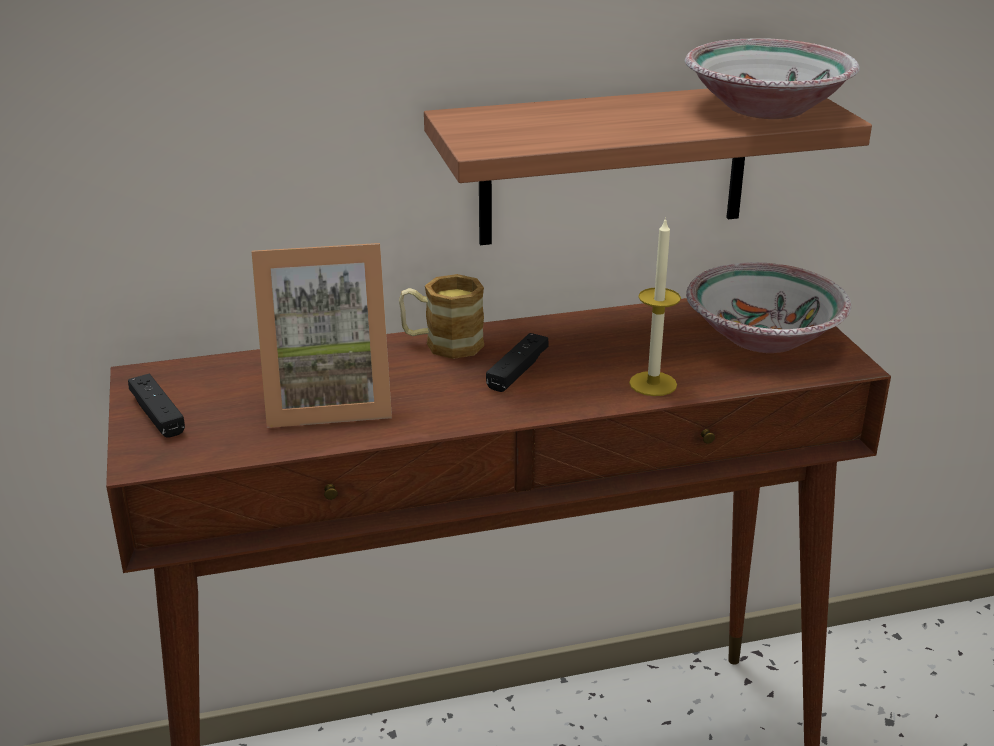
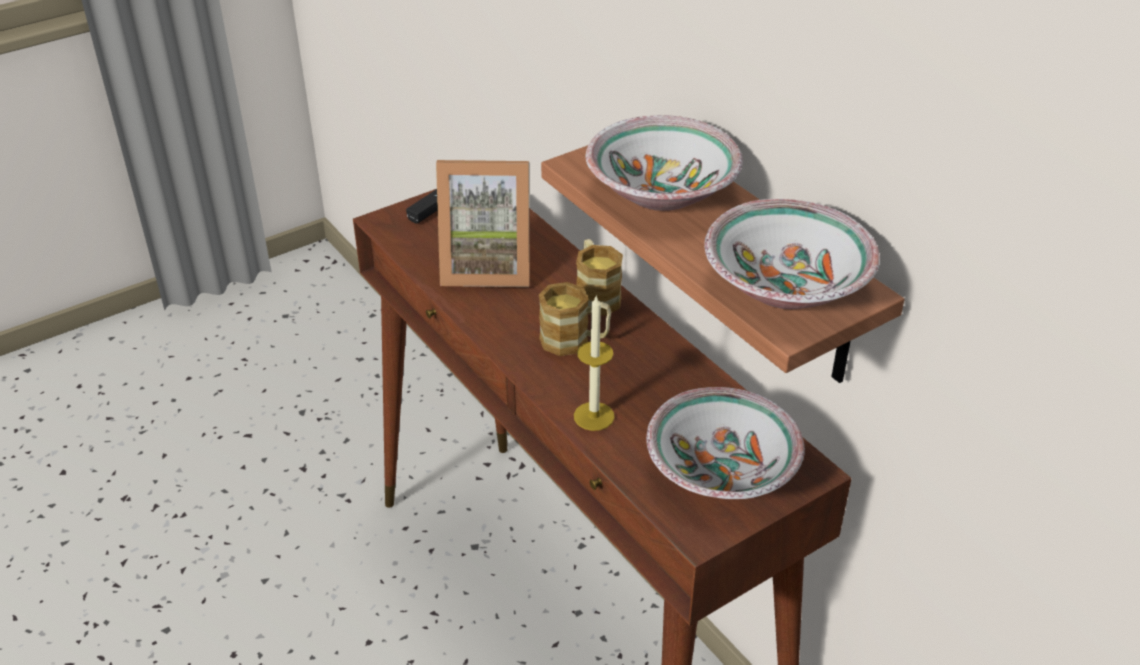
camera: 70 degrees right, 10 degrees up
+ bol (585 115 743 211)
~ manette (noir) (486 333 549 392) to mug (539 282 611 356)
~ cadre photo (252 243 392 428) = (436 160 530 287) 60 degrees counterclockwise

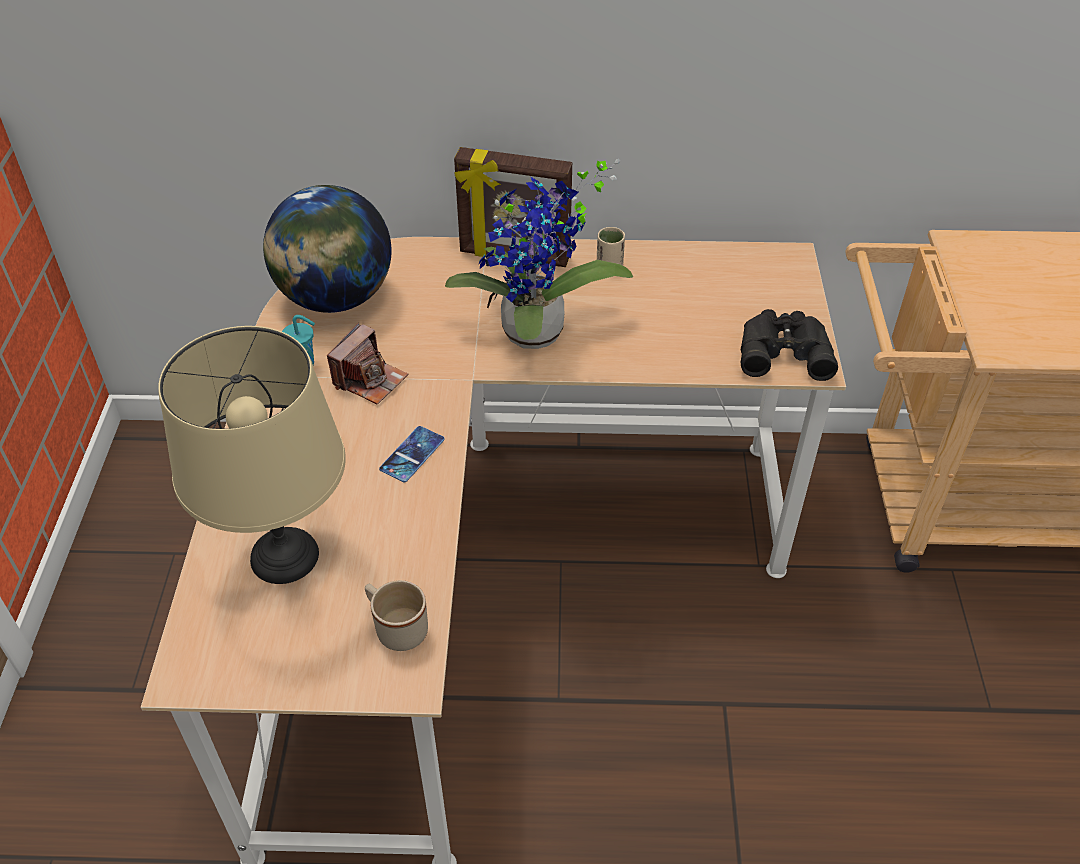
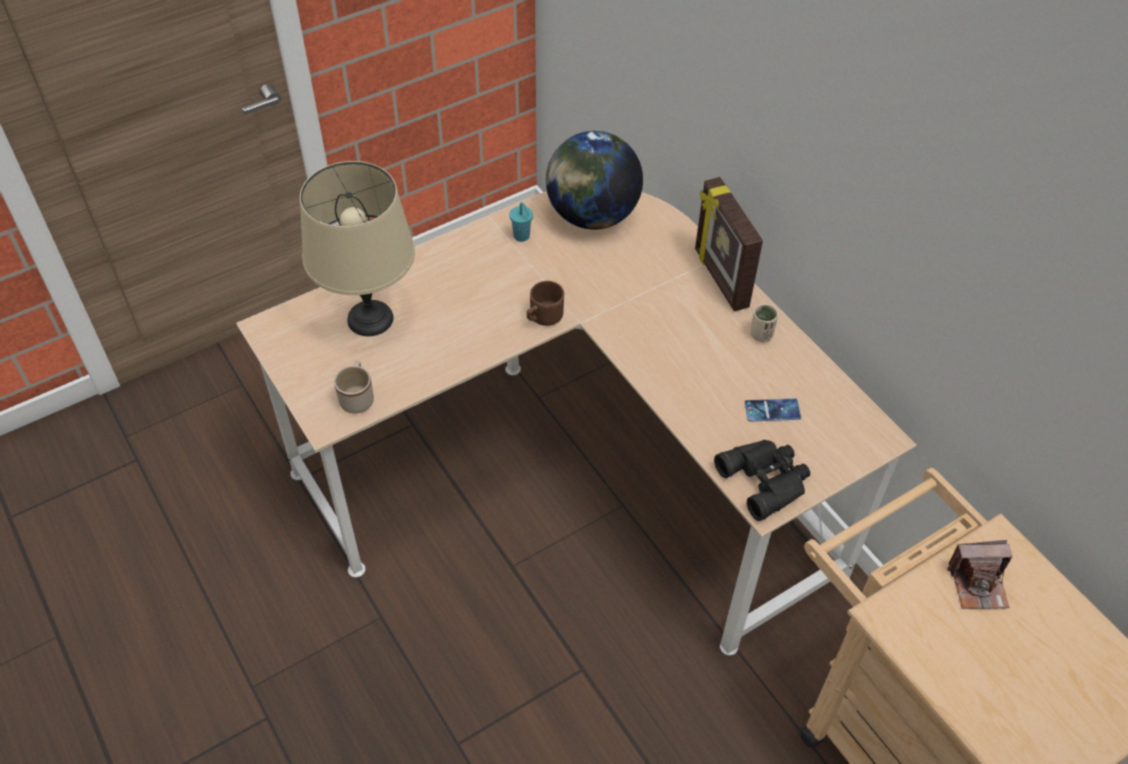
camera: 55 degrees right, 5 degrees up
- plante en pot (445 159 633 349)
+ mug (marron) (527 281 564 326)
~ appareil photo (327 323 408 405) to (947 540 1012 609)
~ téléphone (379 426 444 482) to (745 398 801 422)

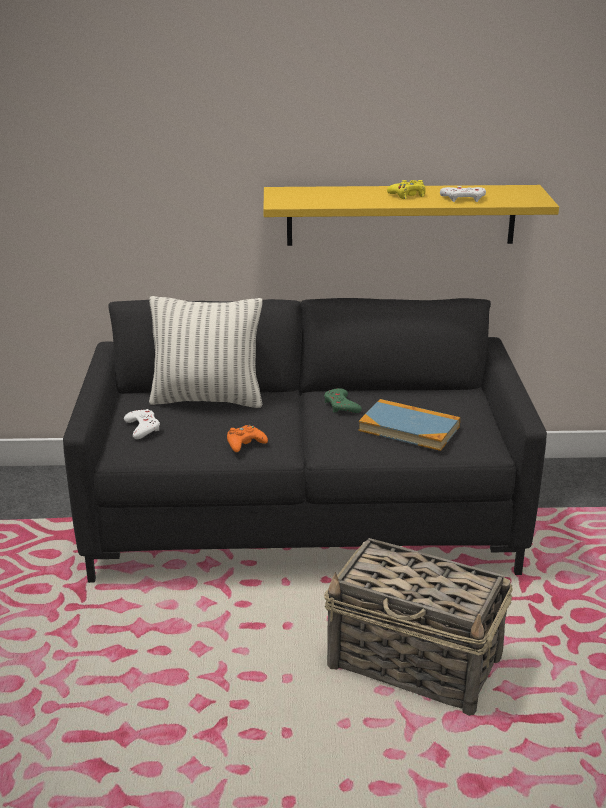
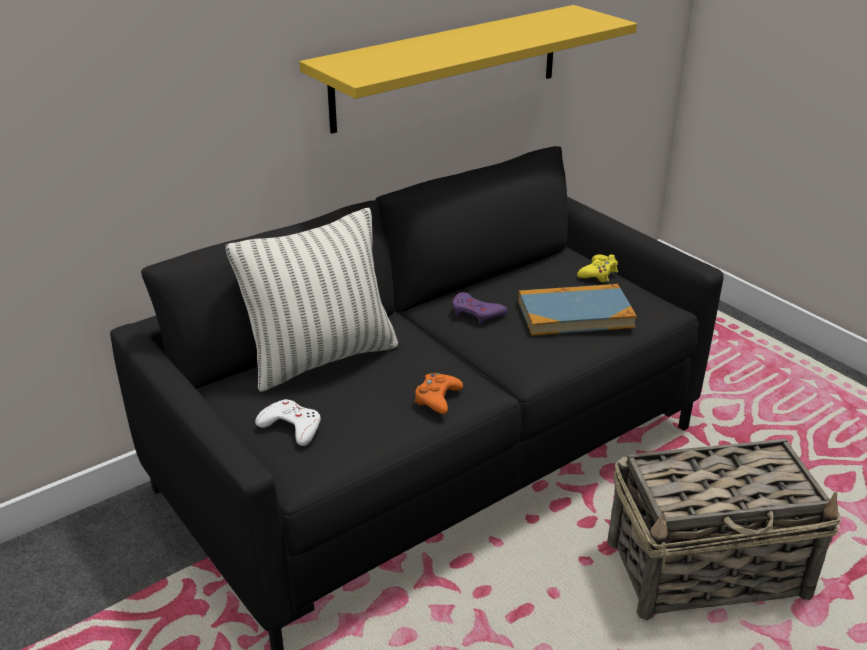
camera: 35 degrees left, 5 degrees up
- manette (blanc) (440 186 486 202)
~ manette (jaune) (387 180 426 199) to (577 255 618 282)
~ manette (vert) (324 388 362 413) to manette (violet) (452 292 507 324)

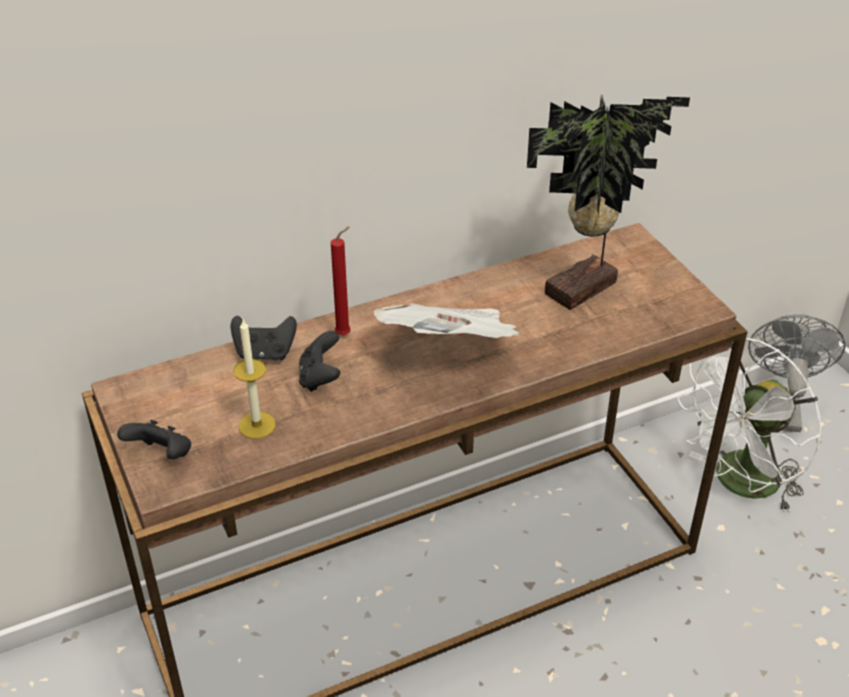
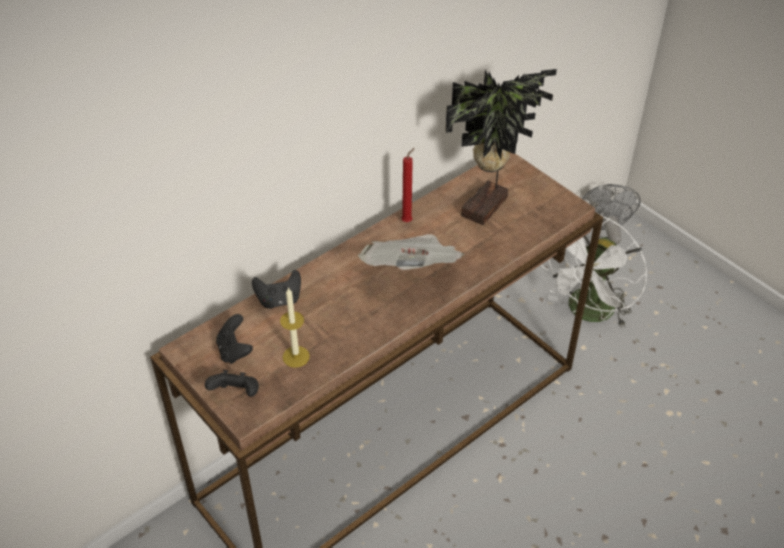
camera: 15 degrees left, 5 degrees up
~ manette (noir) (299 331 340 392) to (216 314 253 364)
~ bougie (rouge) (331 227 351 335) to (401 148 415 222)

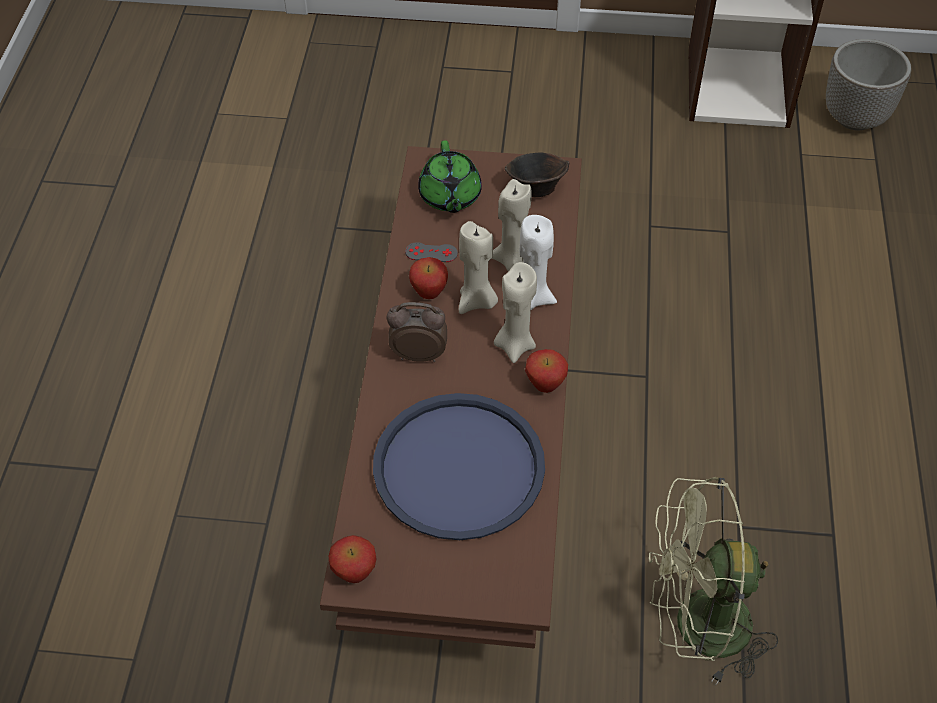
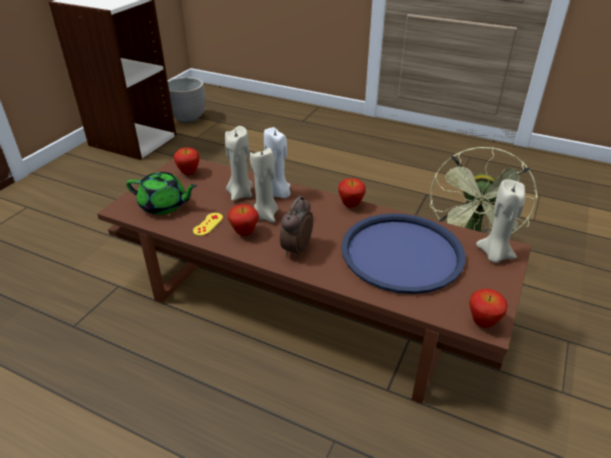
camera: 70 degrees left, 15 degrees down
~ bougie (beige) (494 262 537 363) to (476 179 525 263)
~ bol (marron) (505 153 569 197) to pomme (174 147 200 175)
~ manette (gris) (405 242 458 262) to manette (jaune) (193 213 223 236)

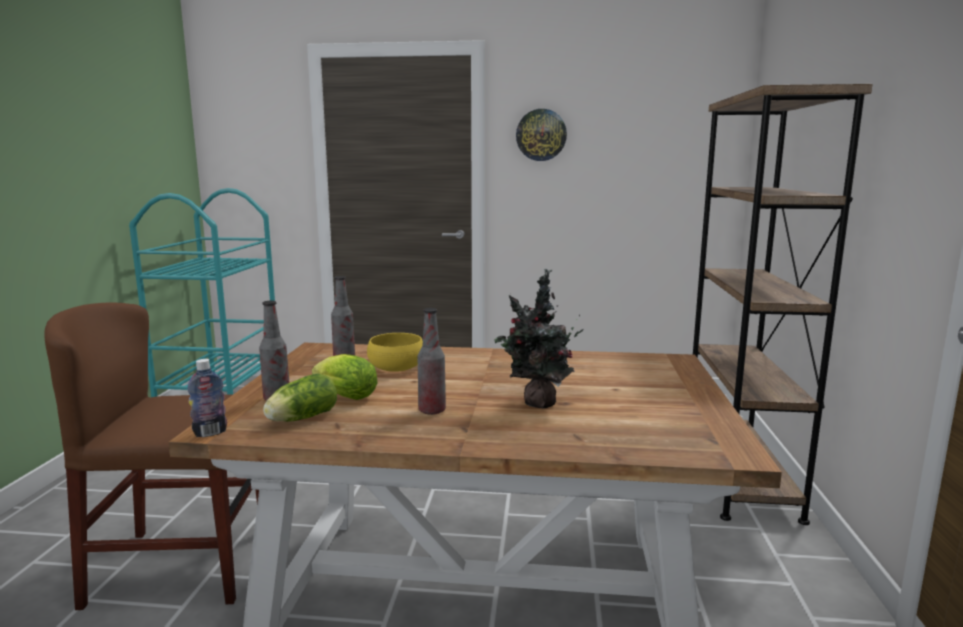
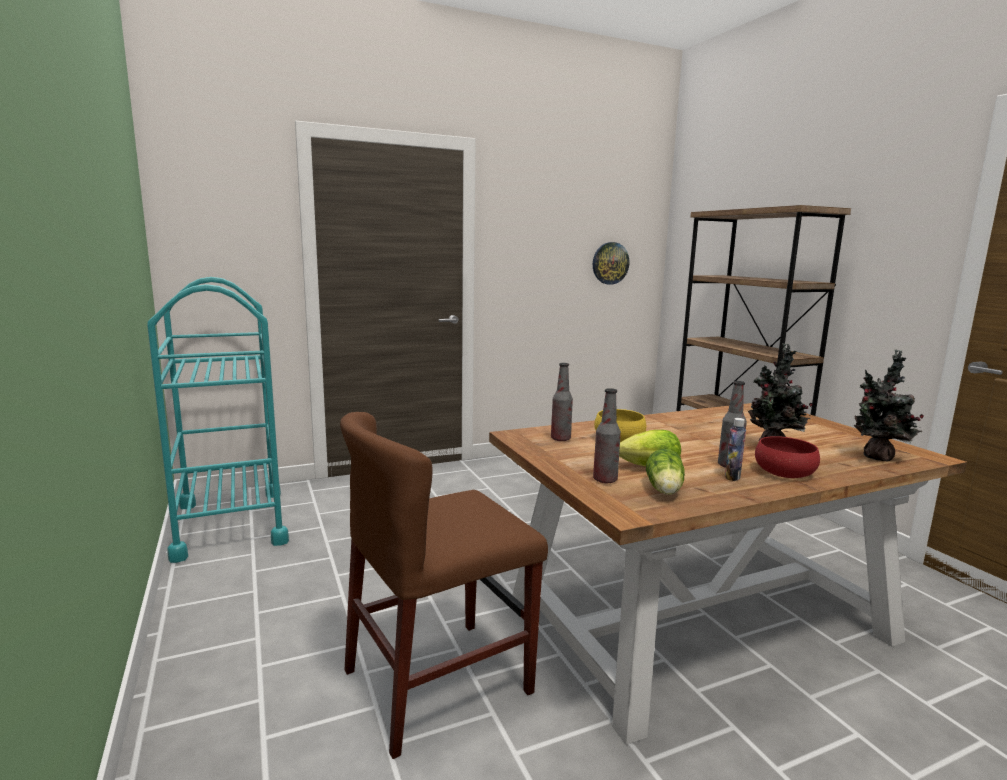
camera: 30 degrees left, 0 degrees up
+ bol (rouge) (755 436 820 478)
+ plante en pot (854 349 924 461)
~ bouteille (187 359 227 437) to (725 418 746 481)
~ horloge murale (516 109 567 161) to (593 242 629 285)

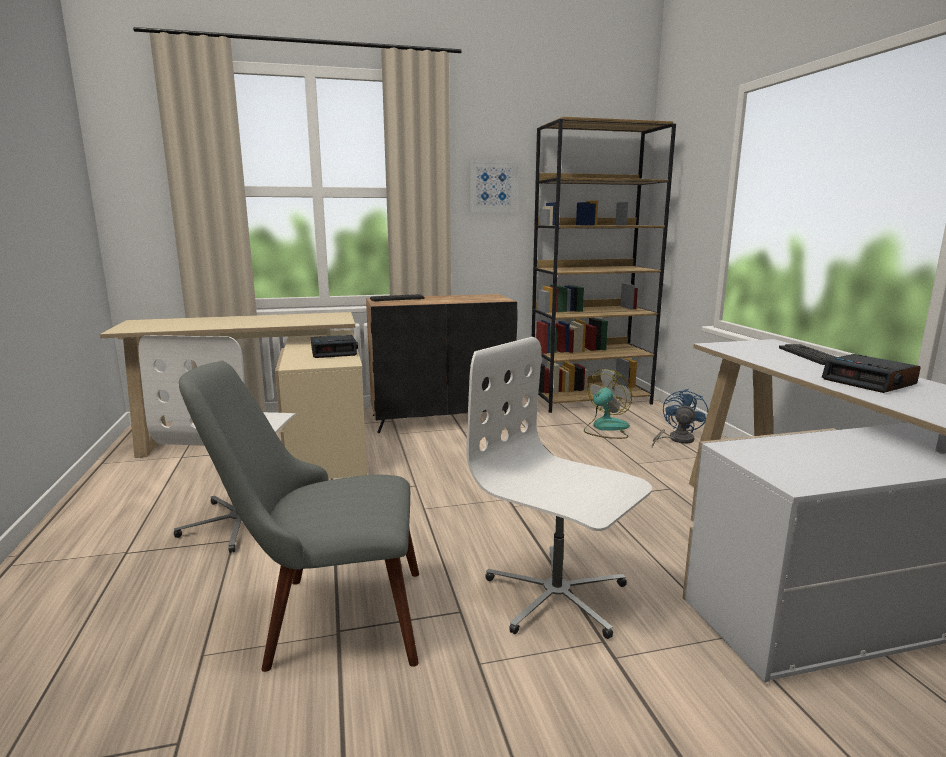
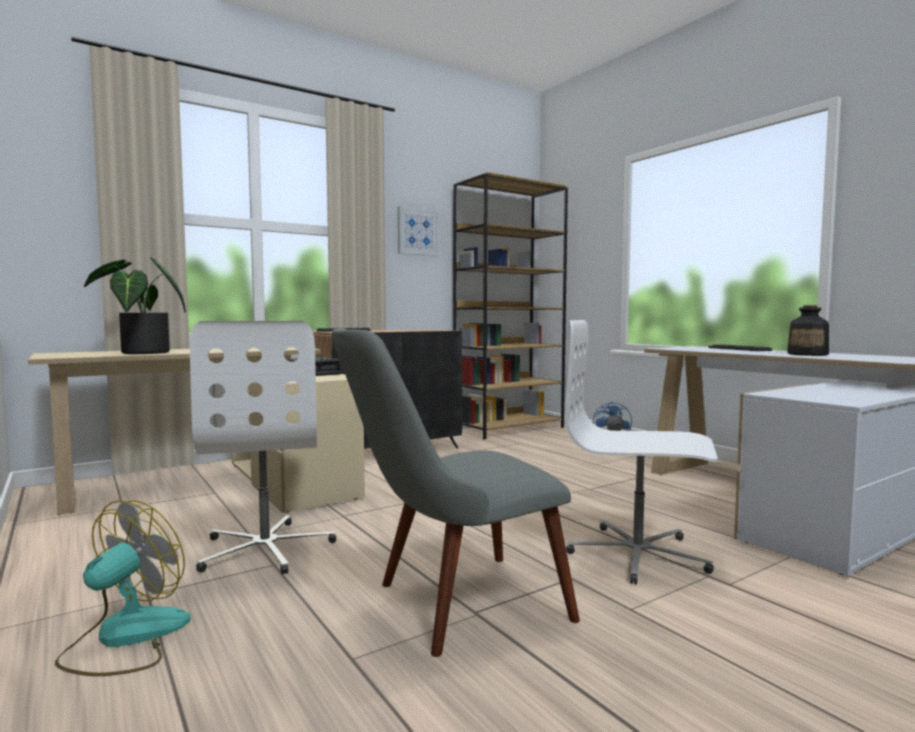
camera: 20 degrees left, 10 degrees down
+ plante en pot (84 257 186 354)
~ ventilateur (584 369 632 439) to (55 500 191 676)
~ réveil (822 354 921 393) to bouteille (787 305 829 356)

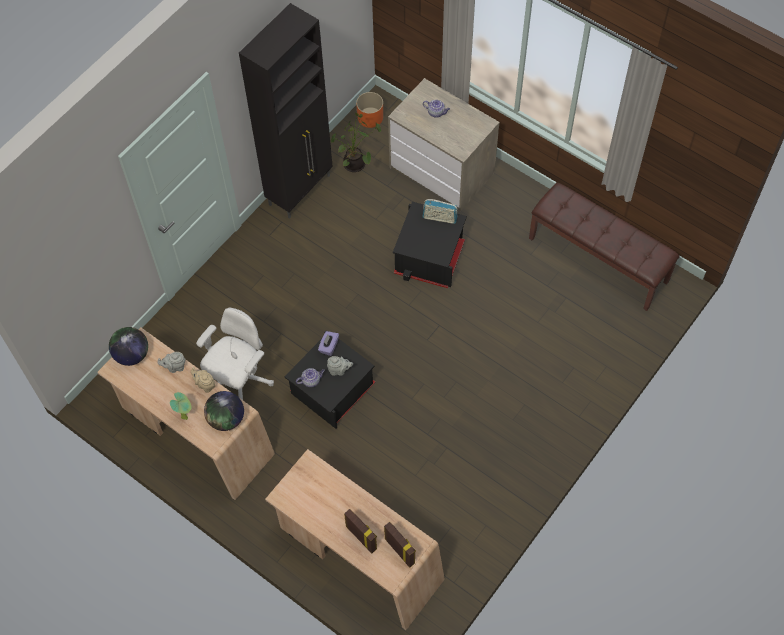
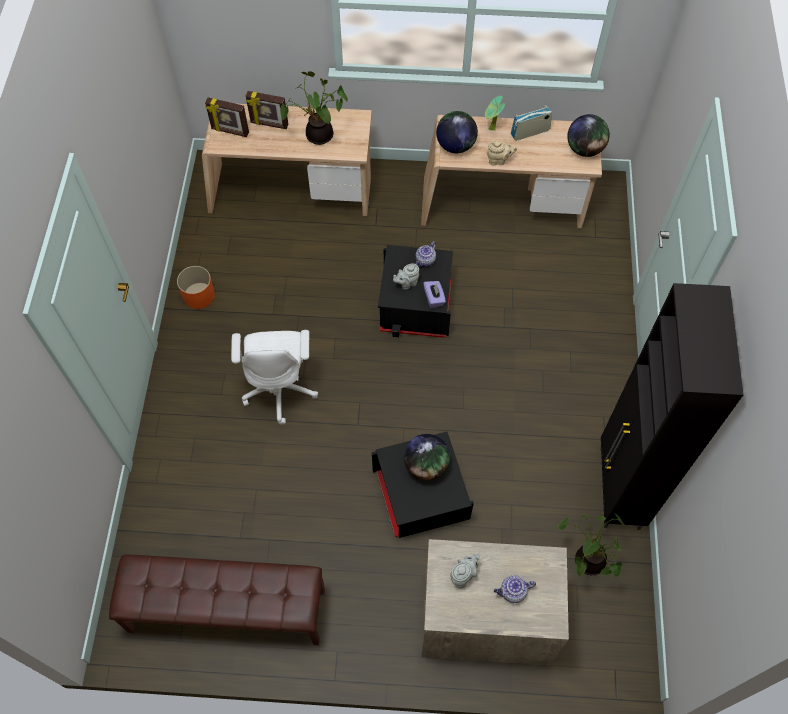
camera: 145 degrees right, 0 degrees up
+ plante en pot (280 71 348 145)
+ globe (404 434 450 481)
~ théière (gris) (157 352 186 373) to (450 554 480 589)
~ chaise de bureau (blanc) (196 308 274 400) to (231 330 319 425)
~ cache-pot (orange) (356 92 383 128) to (177 266 215 309)
~ radio (422 199 457 224) to (511 105 552 141)

